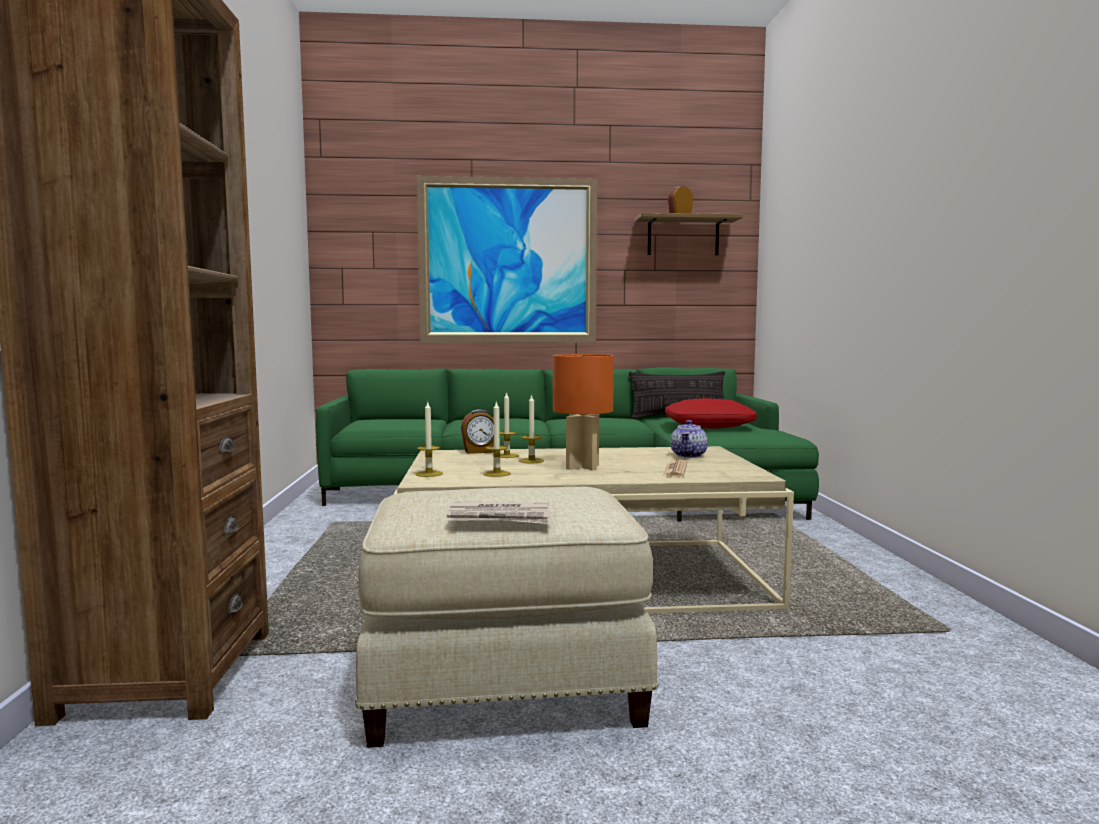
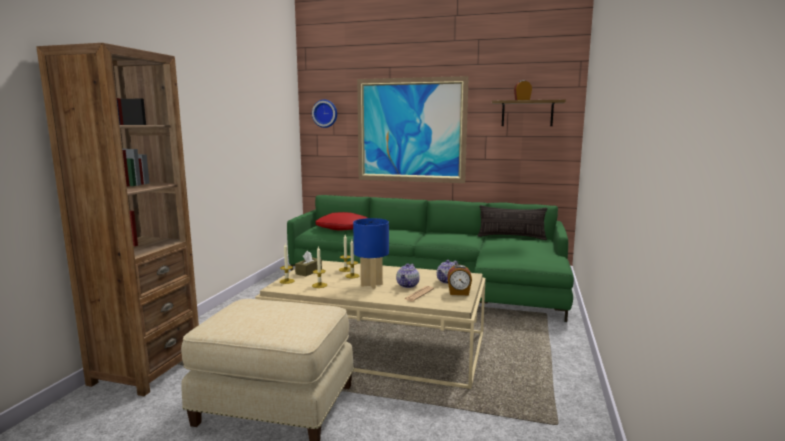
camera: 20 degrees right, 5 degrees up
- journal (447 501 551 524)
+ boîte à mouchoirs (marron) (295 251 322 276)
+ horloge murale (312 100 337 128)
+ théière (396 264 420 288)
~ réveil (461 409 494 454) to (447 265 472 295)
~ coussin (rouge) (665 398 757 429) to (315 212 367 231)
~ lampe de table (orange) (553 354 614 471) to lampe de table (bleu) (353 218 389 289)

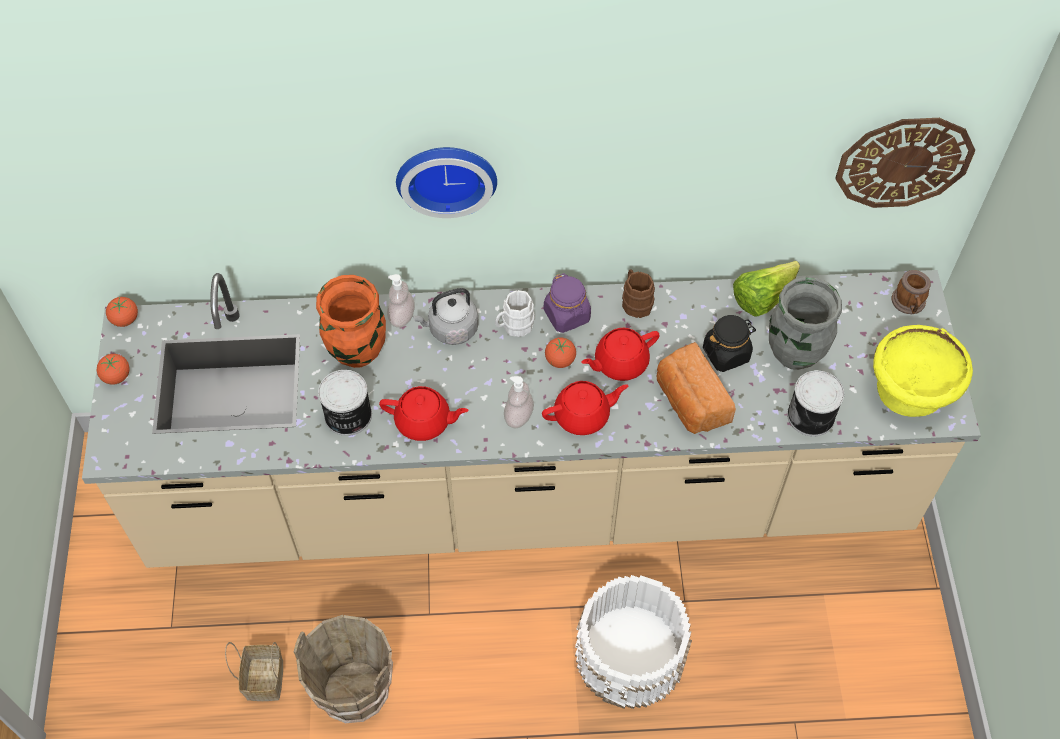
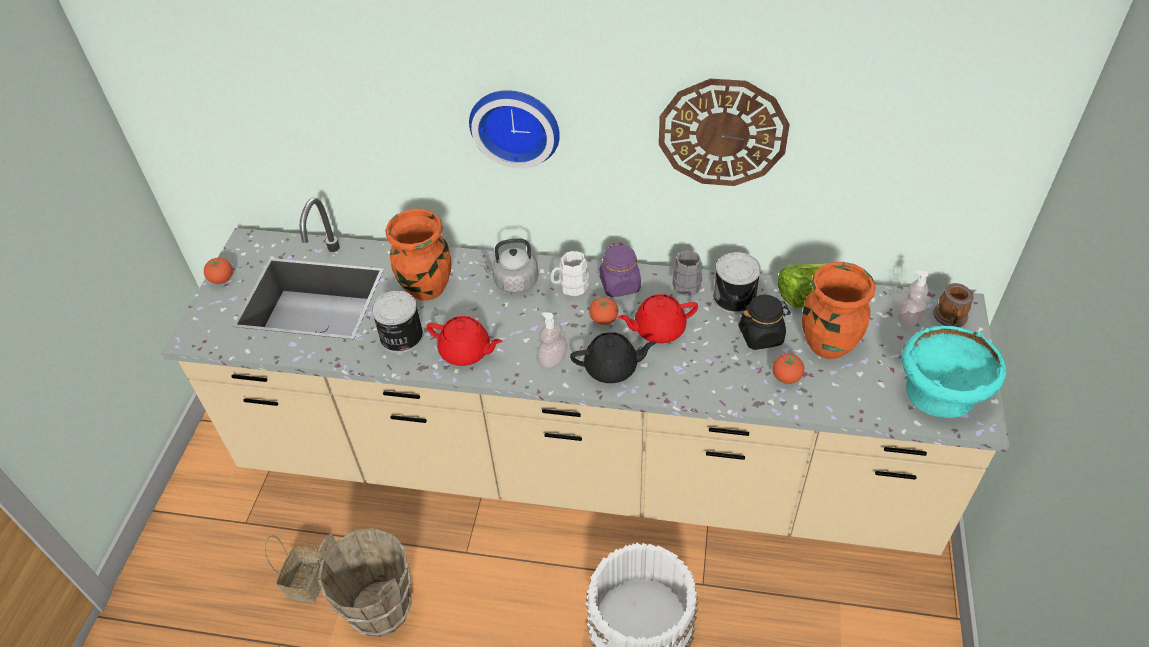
camera: 15 degrees right, 10 degrees down
- pain (657 342 736 434)
~ tomate (106 297 138 327) to (772 354 804 384)
~ distributeur de savon (387 274 415 328) to (898 270 929 327)
~ boîte métallique (787 370 844 437) to (713 252 761 314)
~ horloge murale (835 118 975 208) to (659 79 790 186)
~ théière (rouge) (542 381 629 435) to théière (noir) (570 332 657 383)
~ mug (marron) (622 270 655 318) to mug (gris) (673 250 702 296)
~ vase (gris) (769 277 842 370) to vase (orange) (802 262 876 359)
~ bol (jaune) (873 325 973 417) to bol (turquoise) (902 326 1006 418)

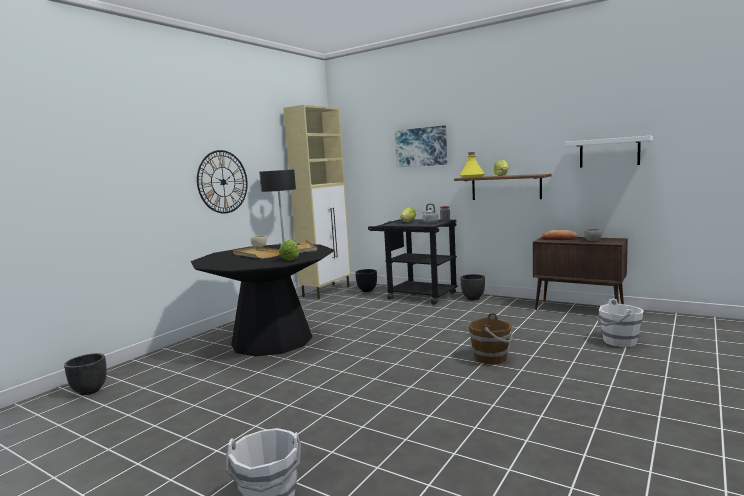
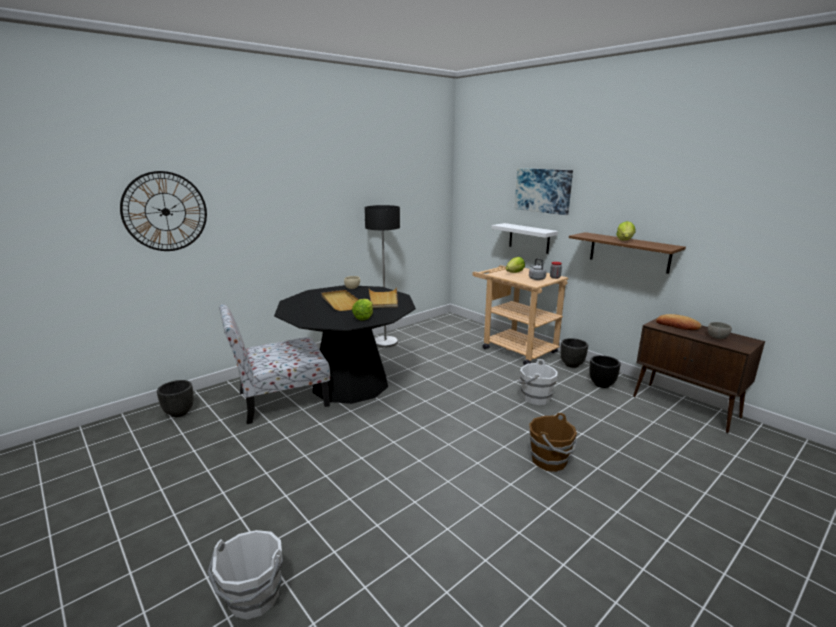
camera: 15 degrees right, 10 degrees up
- meuble de rangement (beige) (283 105 351 299)
- bouteille (jaune) (460 152 485 178)
+ chaise (219 304 330 424)
~ horloge murale (197 150 248 214) to (120 171 207 251)
~ cache-pot (noir) (355 269 377 292) to (589 355 621 388)
~ étagère (blanc) (565 136 653 168) to (491 223 558 254)
~ seau (blanc) (597 299 644 347) to (518 359 557 405)
~ chariot (noir) (368 219 458 305) to chariot (beige) (472 265 569 365)

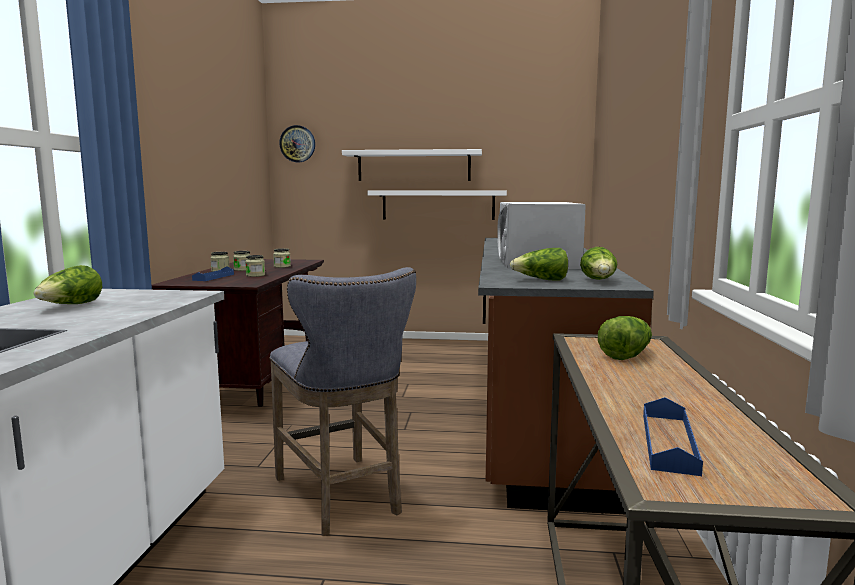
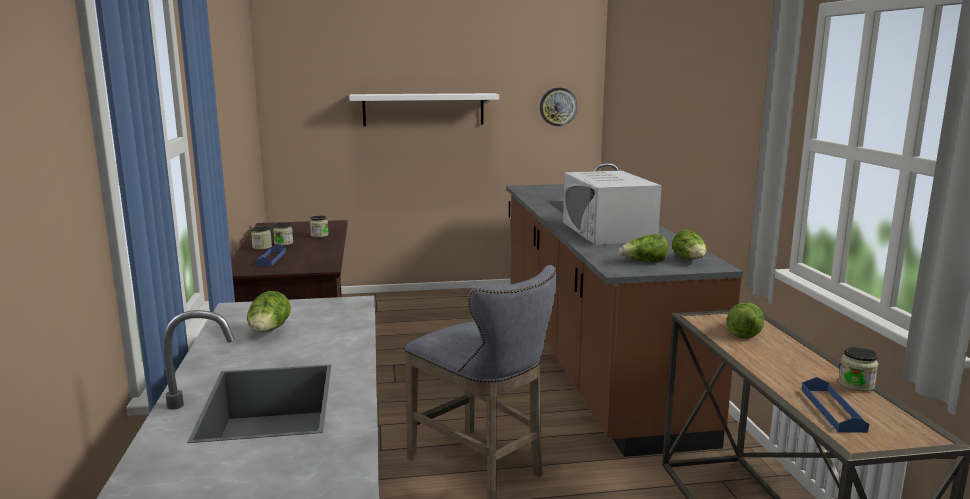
camera: 15 degrees left, 5 degrees up
- étagère (blanc) (367 190 507 220)
~ bocal (245 255 265 277) to (838 347 878 392)
~ horloge murale (279 125 315 162) to (540 88 577 126)

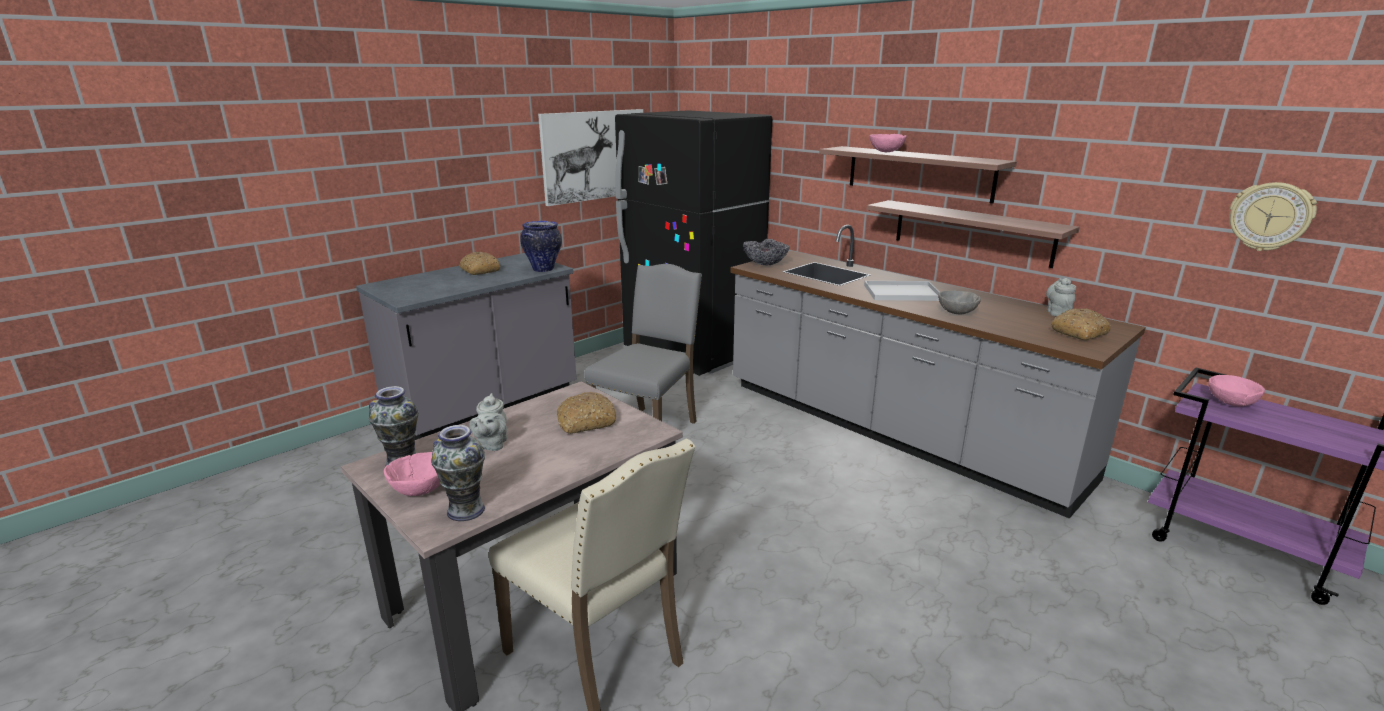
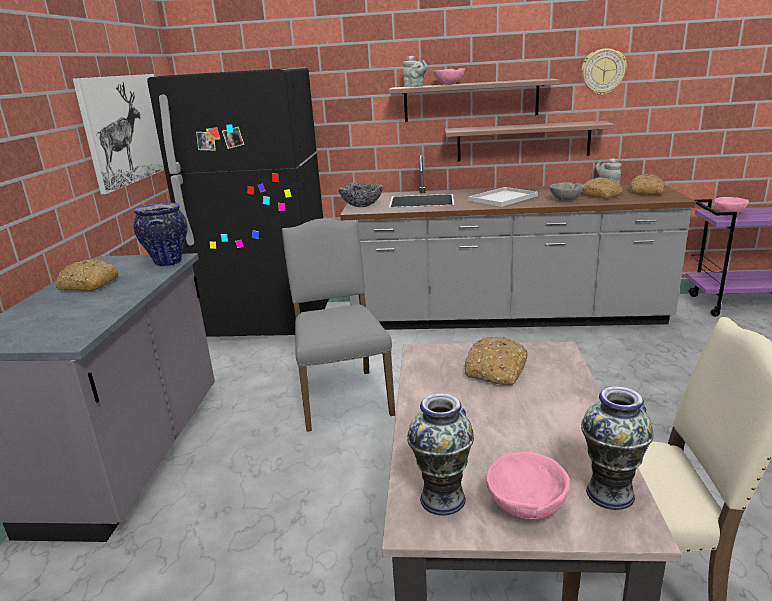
camera: 40 degrees left, 0 degrees up
+ pain (581 177 623 199)
~ théière (gris) (470 393 507 451) to (403 55 428 87)
~ horloge murale (1230 182 1317 251) to (582 48 627 95)

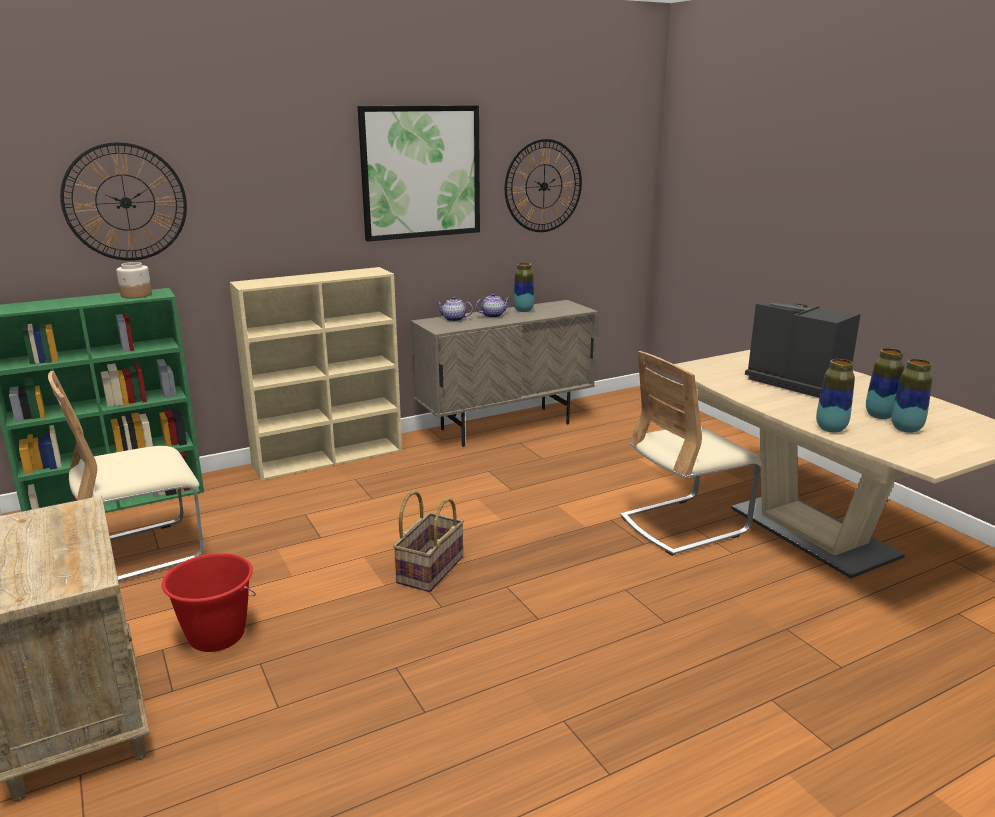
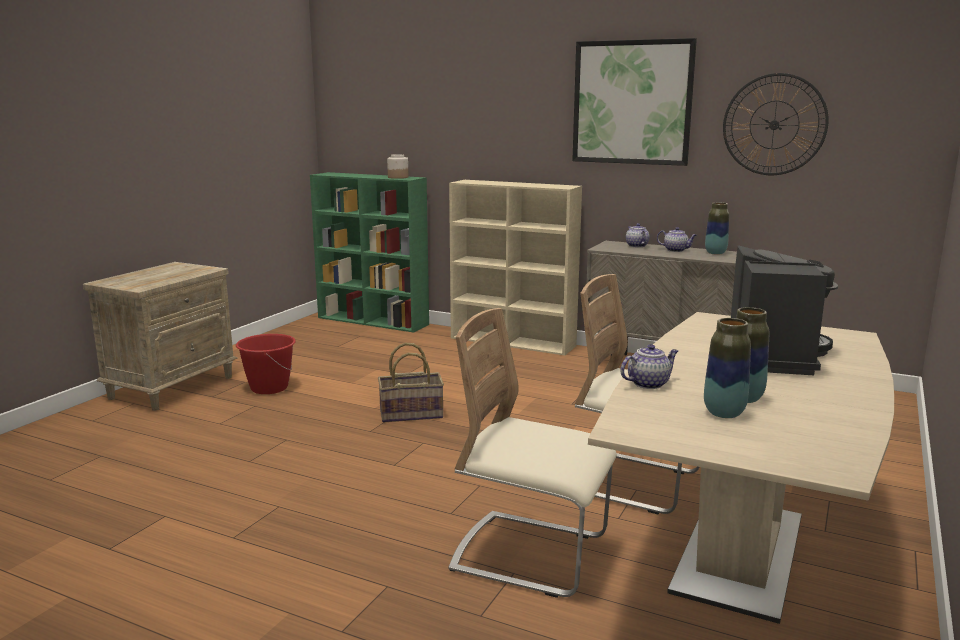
camera: 55 degrees right, 5 degrees down
- horloge murale (60 142 187 261)
~ chaise (beige) (48 371 204 581) to (449 308 617 598)
~ vase (816 359 855 433) to théière (620 344 678 389)

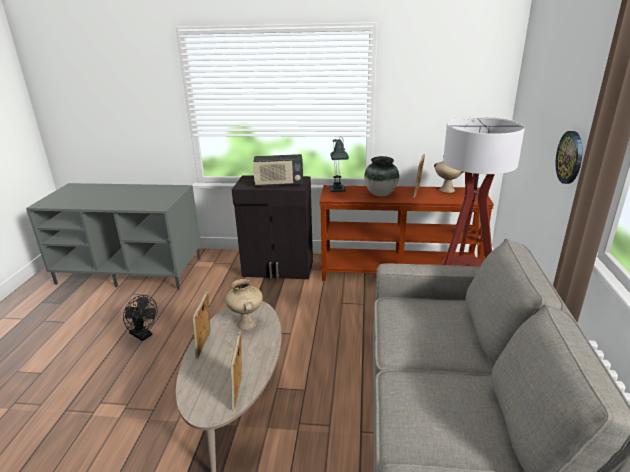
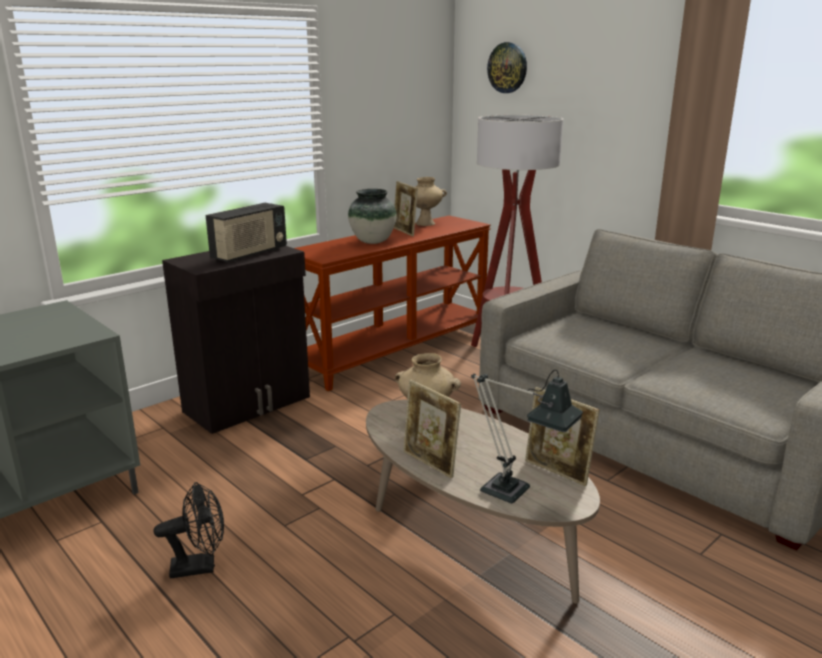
camera: 50 degrees left, 5 degrees down
~ lampe de table (329 138 349 192) to (471 370 583 503)
~ horloge murale (556 131 582 184) to (487 42 527 93)

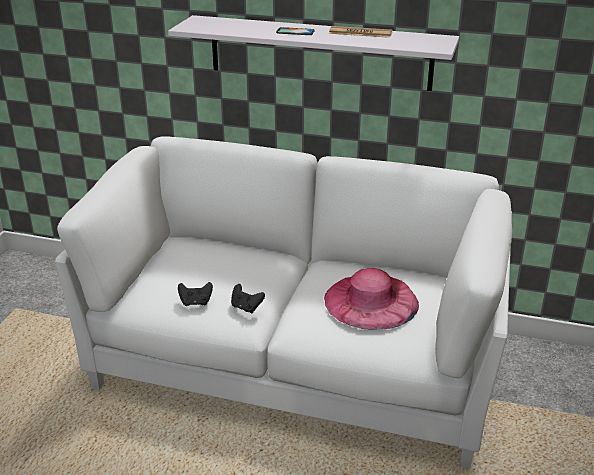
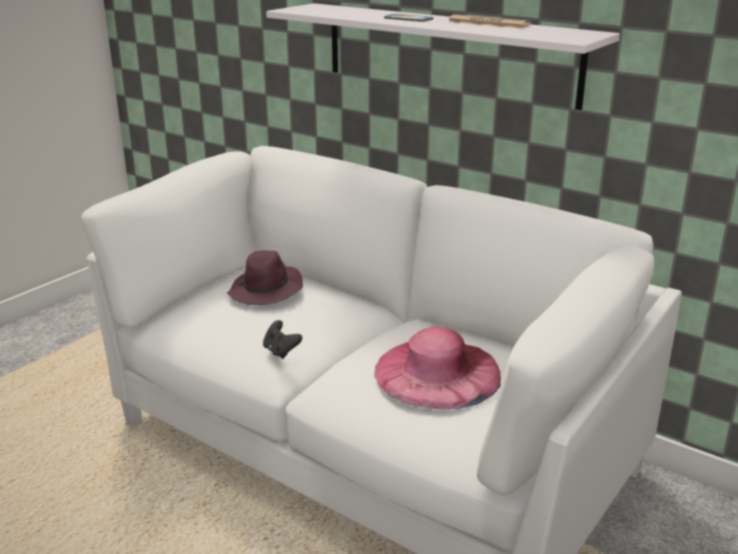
camera: 20 degrees right, 5 degrees down
- manette (noir) (178 282 213 306)
+ chapeau (violet) (227 250 303 305)

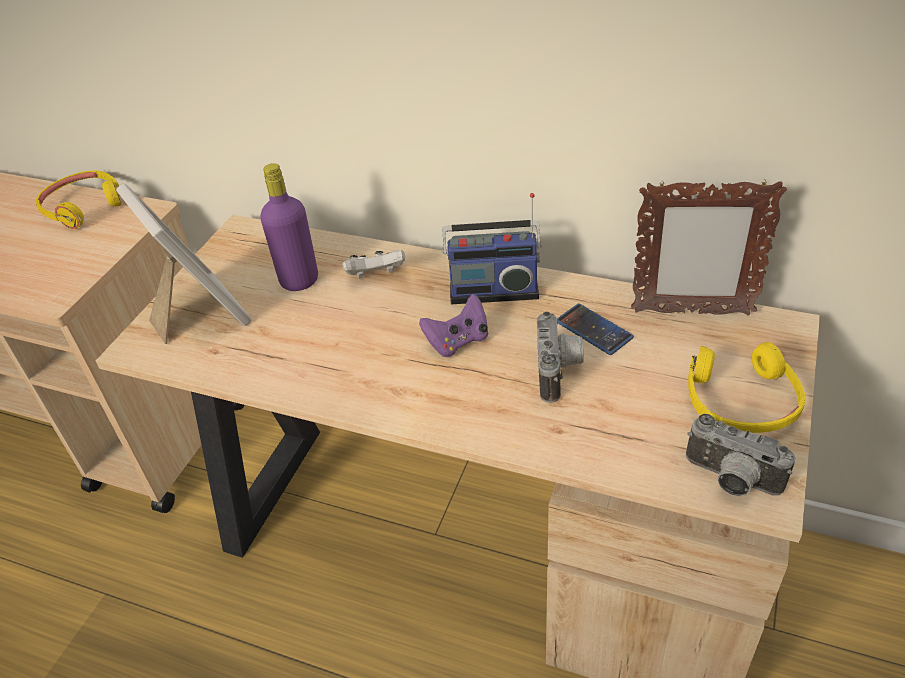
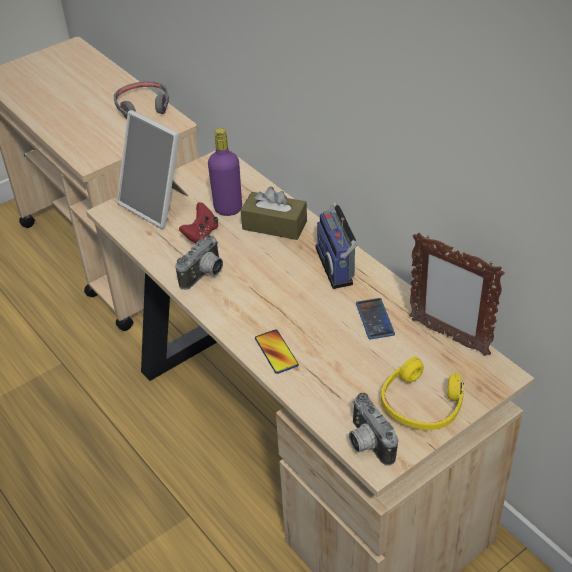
camera: 30 degrees right, 0 degrees up
- manette (violet) (419 294 488 357)
+ manette (rouge) (179 202 218 243)
+ téléphone (255 330 299 374)
~ appareil photo (537 312 583 403) to (175 235 223 290)
~ manette (blanc) (342 250 405 279) to boîte à mouchoirs (marron) (241 186 307 240)
~ casque audio (jaune) (35 171 122 229) to casque audio (gris) (114 81 169 119)
~ cadre photo (116 184 251 344) = (117 110 188 229) 135 degrees clockwise
~ radio (443 193 541 304) = (316 202 357 289) 45 degrees clockwise

